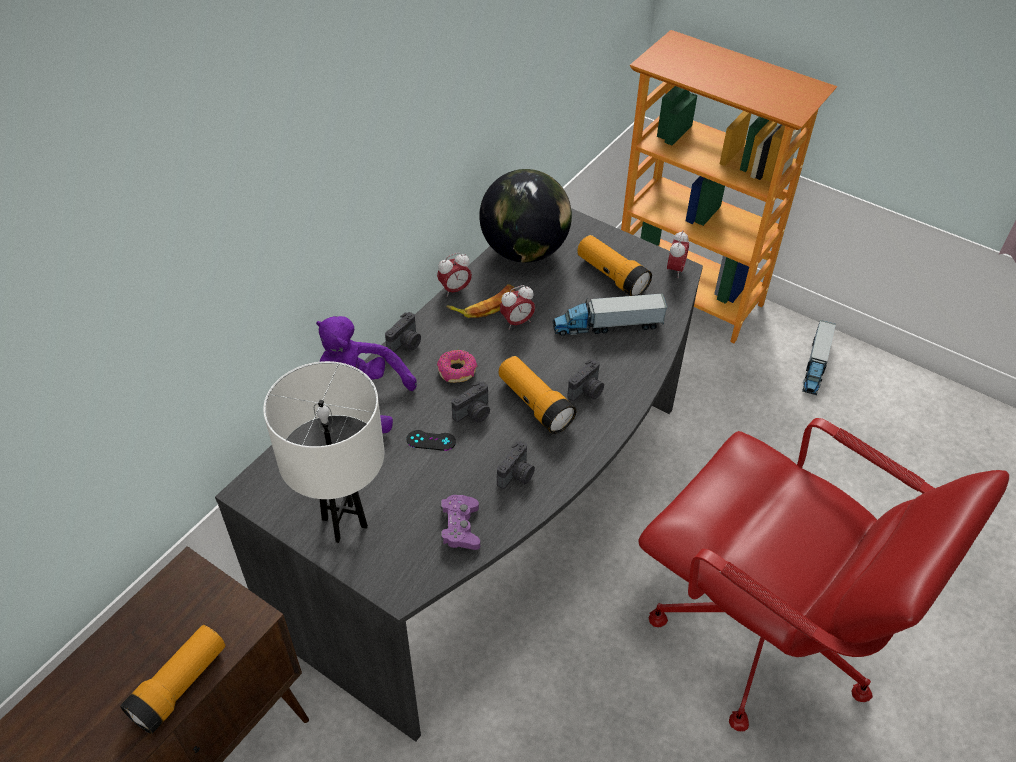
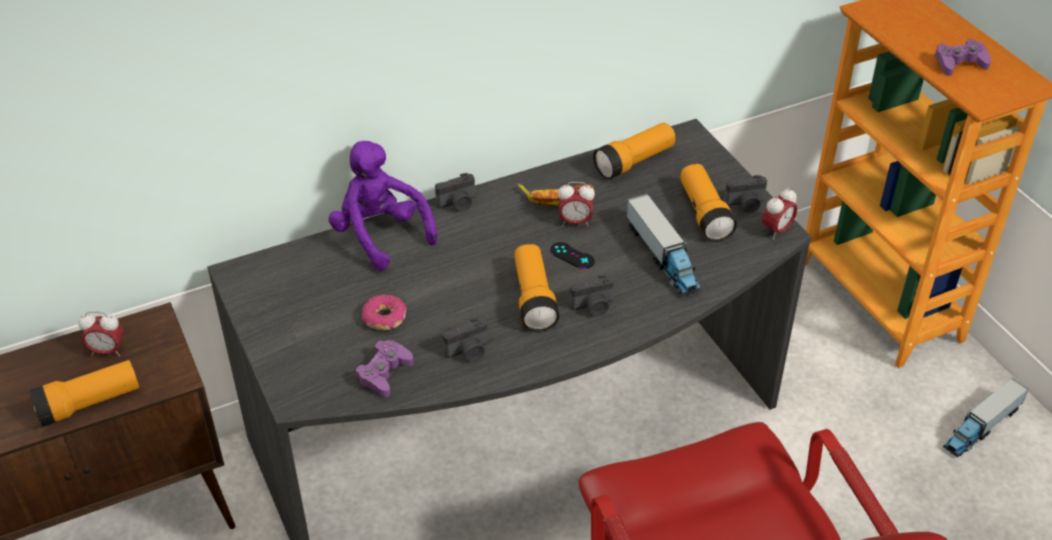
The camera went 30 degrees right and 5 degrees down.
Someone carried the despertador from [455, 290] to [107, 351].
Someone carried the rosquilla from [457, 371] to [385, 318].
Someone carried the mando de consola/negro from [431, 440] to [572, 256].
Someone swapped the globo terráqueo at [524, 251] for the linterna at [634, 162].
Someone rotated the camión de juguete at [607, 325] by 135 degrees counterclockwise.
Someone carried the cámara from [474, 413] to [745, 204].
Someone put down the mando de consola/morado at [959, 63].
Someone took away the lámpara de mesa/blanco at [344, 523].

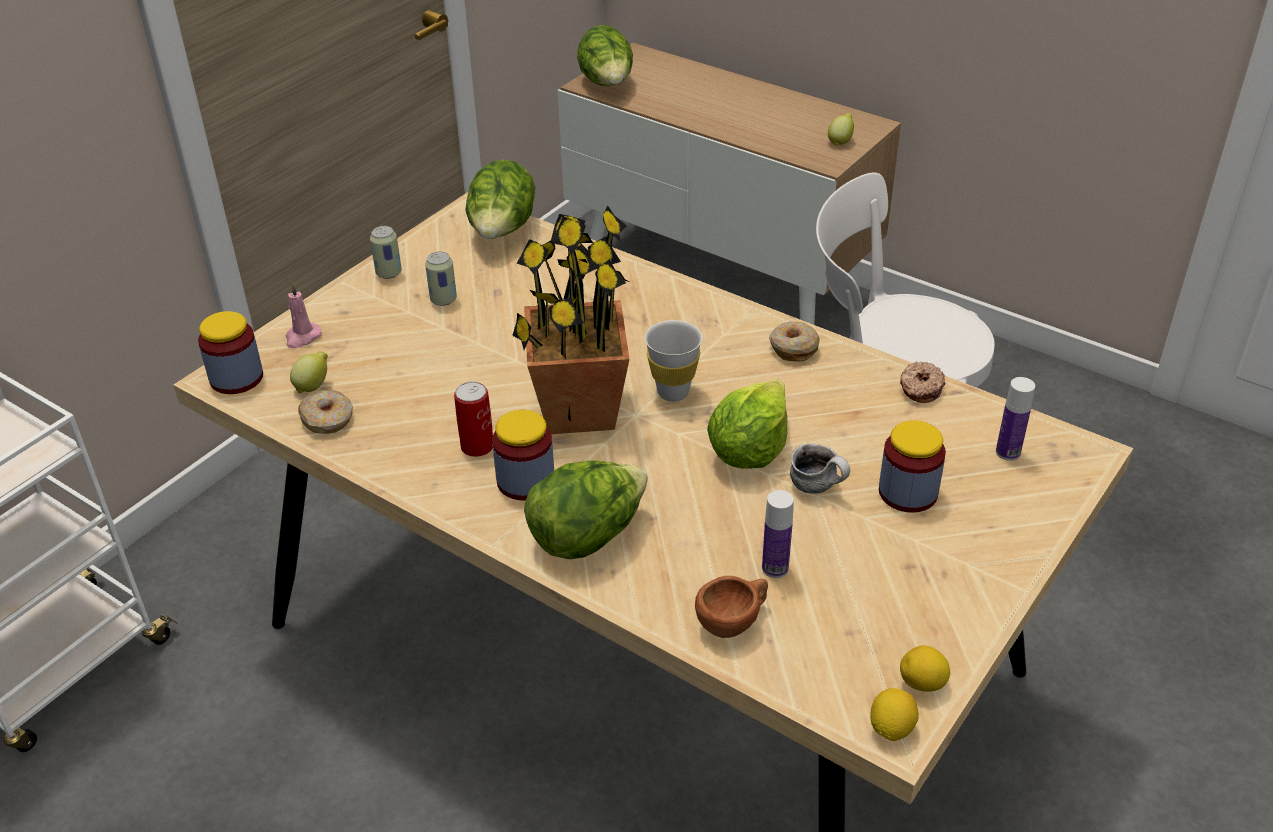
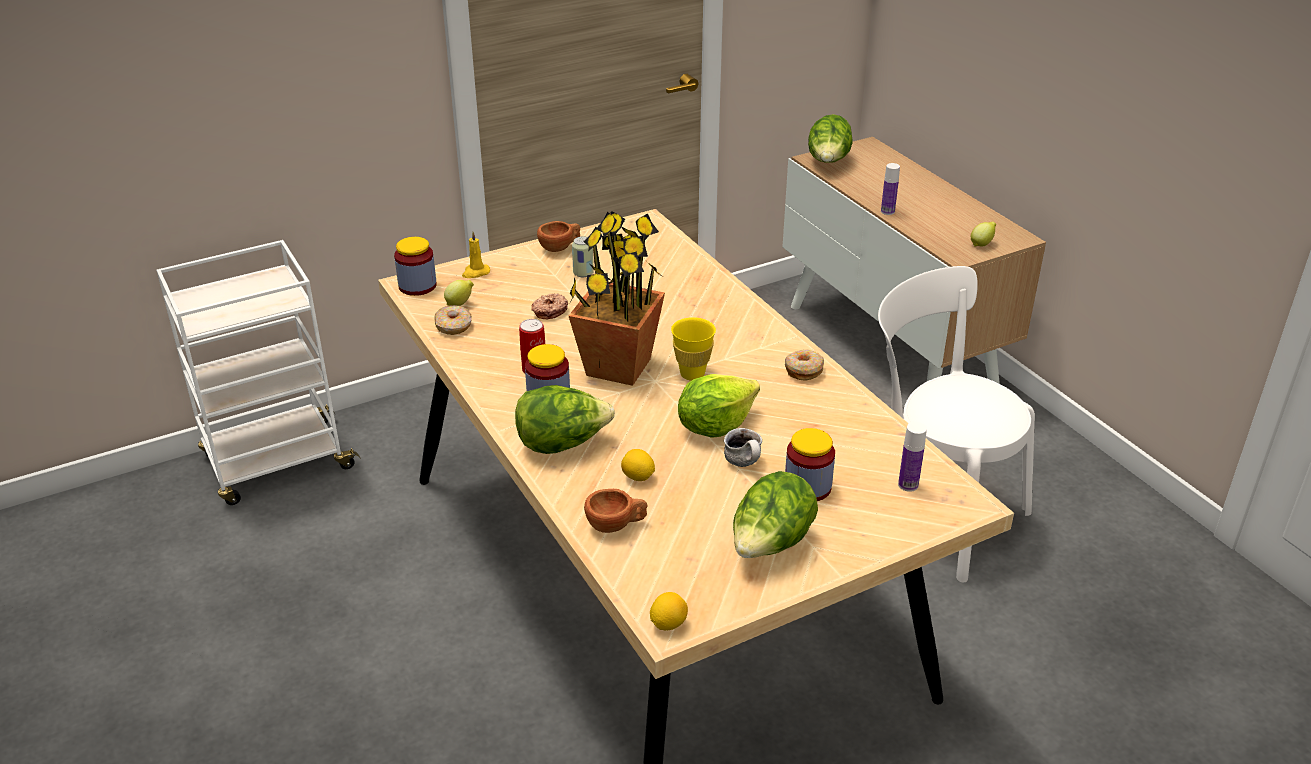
The camera went 25 degrees right and 5 degrees down.
Someone repainted the vela/rosa at [302, 337], which became the vela/amarillo at [475, 273].
Someone carried the rosquilla from [920, 388] to [549, 311].
Someone swapped the lata at [389, 273] for the taza/marrón at [560, 247].
Someone carried the limón from [922, 684] to [637, 477].
Someone repainted the taza/blanco at [673, 392], which became the taza/amarillo at [692, 374].
Someone carried the lechuga from [502, 232] to [771, 545].
Someone carried the botella from [775, 568] to [887, 211].

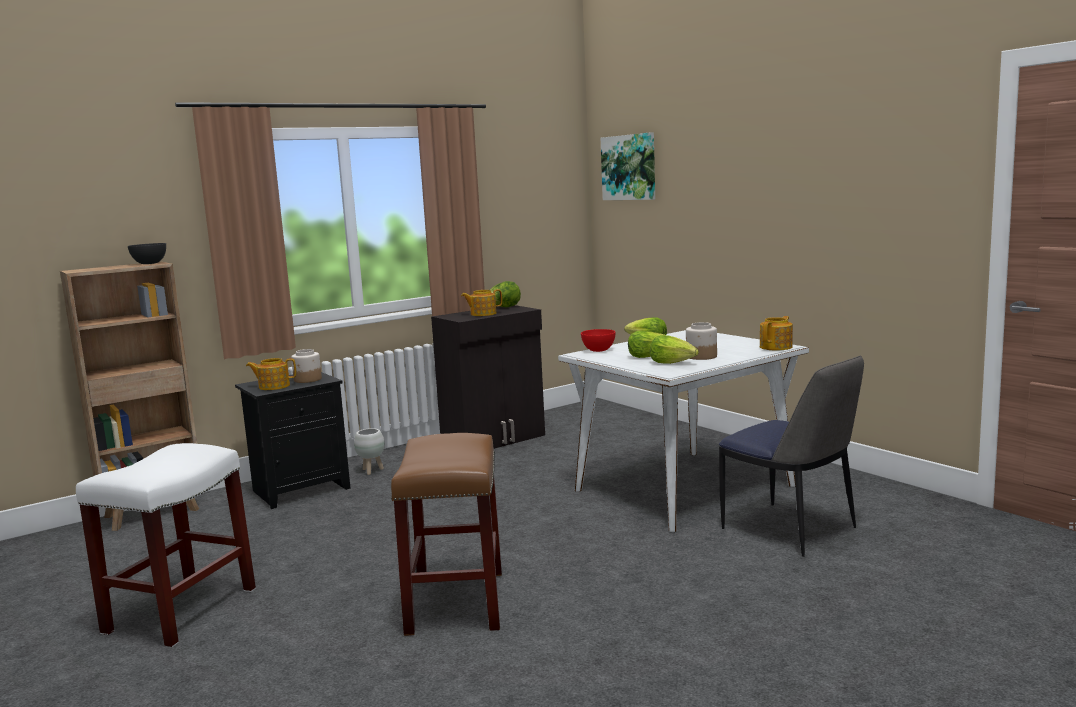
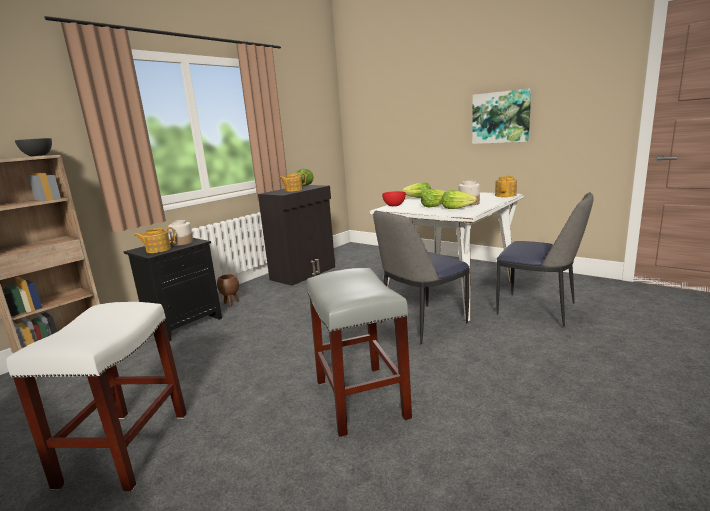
The camera went 15 degrees left and 5 degrees up.
Someone repainted the maceta/blanco at [372, 471], which became the maceta/marrón at [231, 304].
Someone repainted the taburete/marrón at [455, 601], which became the taburete/gris at [359, 398].
Someone put down the silla at [421, 324].
Someone carried the cuadro from [629, 167] to [501, 117].

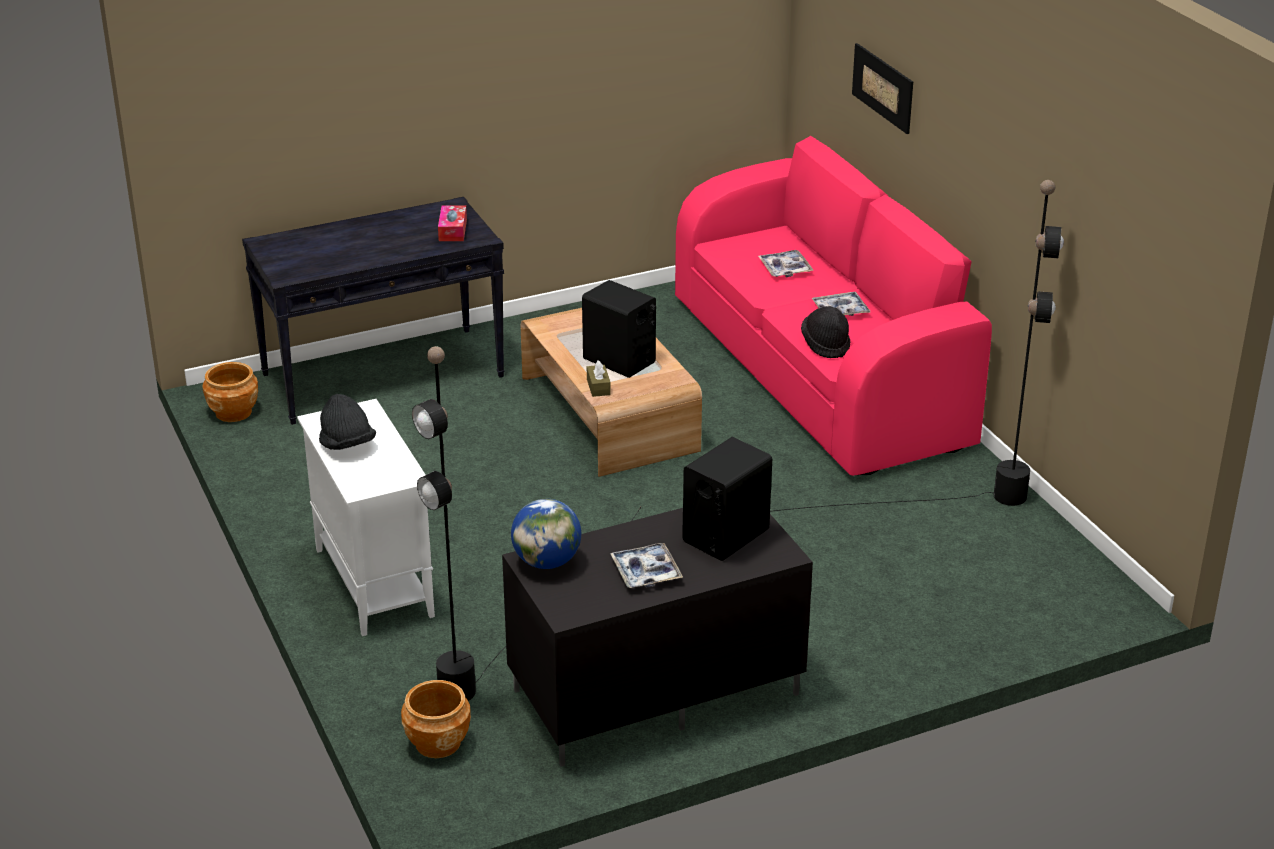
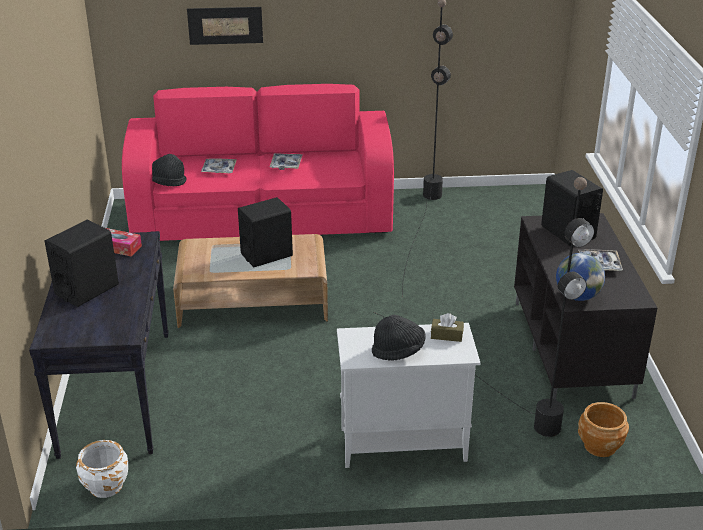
The camera went 70 degrees left and 0 degrees up.
Someone put down the altavoz/negro at [87, 289].
Someone repainted the maceta/marrón at [233, 412], which became the maceta/blanco at [106, 485].
Someone carried the sombrero/negro from [826, 345] to [166, 182].
Someone carried the caja de pañuelos/marrón from [598, 387] to [446, 335].

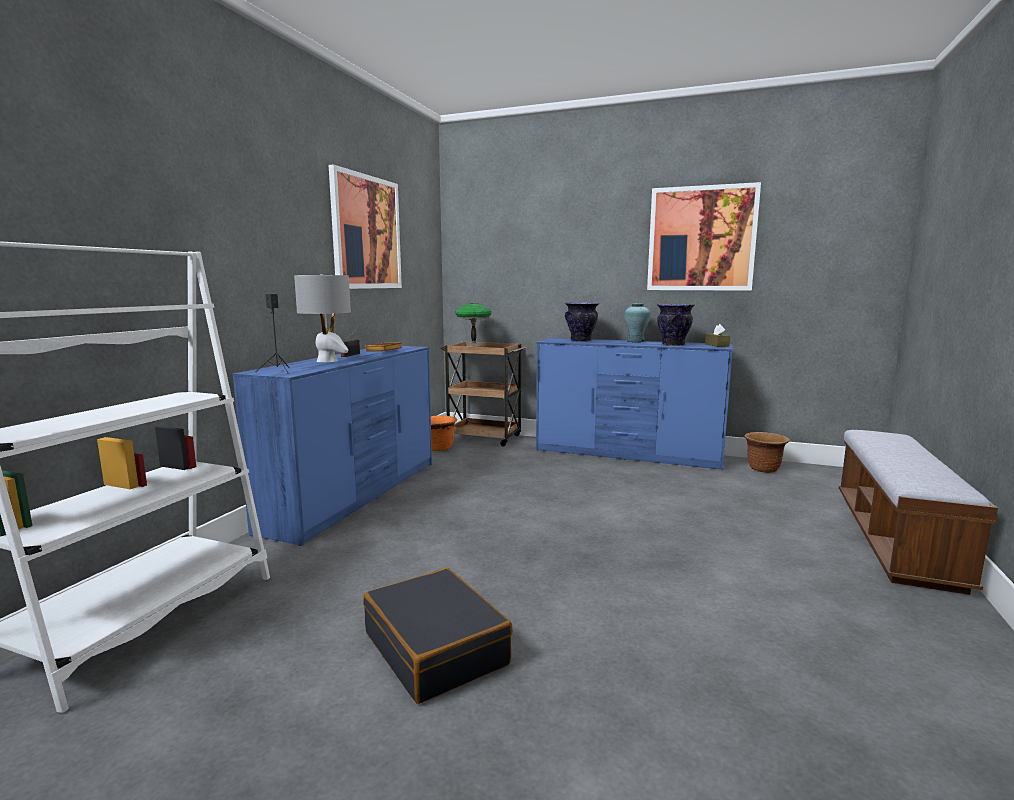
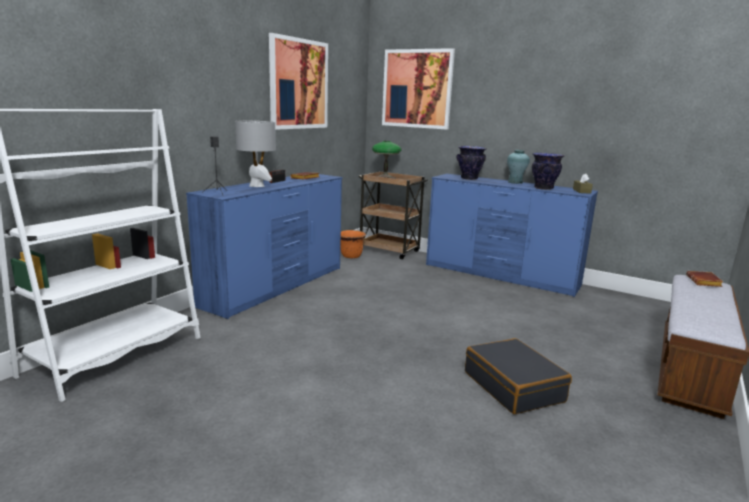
The camera went 10 degrees right and 5 degrees up.
Someone carried the cuadro from [701, 239] to [417, 89].
Someone carried the maleta/negro from [436, 648] to [514, 386].
Someone put down the libro/marrón at [704, 282].
Someone took away the maceta/marrón at [763, 469].

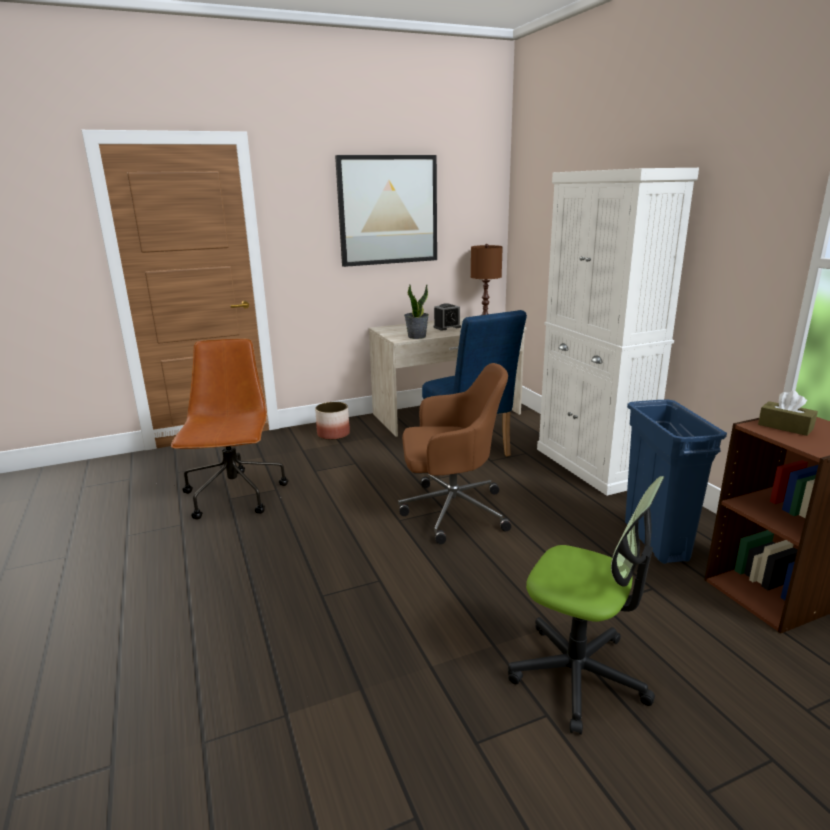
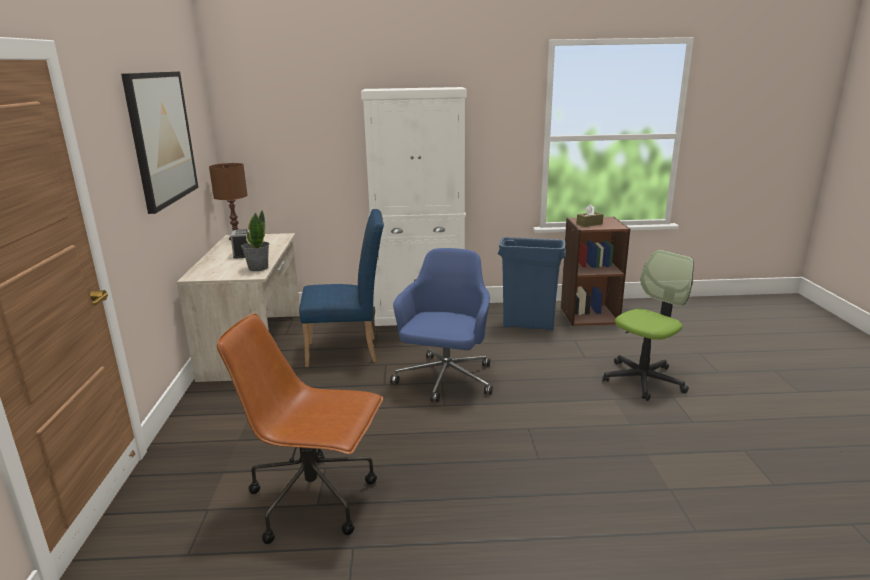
The camera went 70 degrees left and 0 degrees up.
Someone repainted the silla de oficina/marrón at [451, 511], which became the silla de oficina/azul at [445, 380].
Someone took away the maceta at [334, 434].

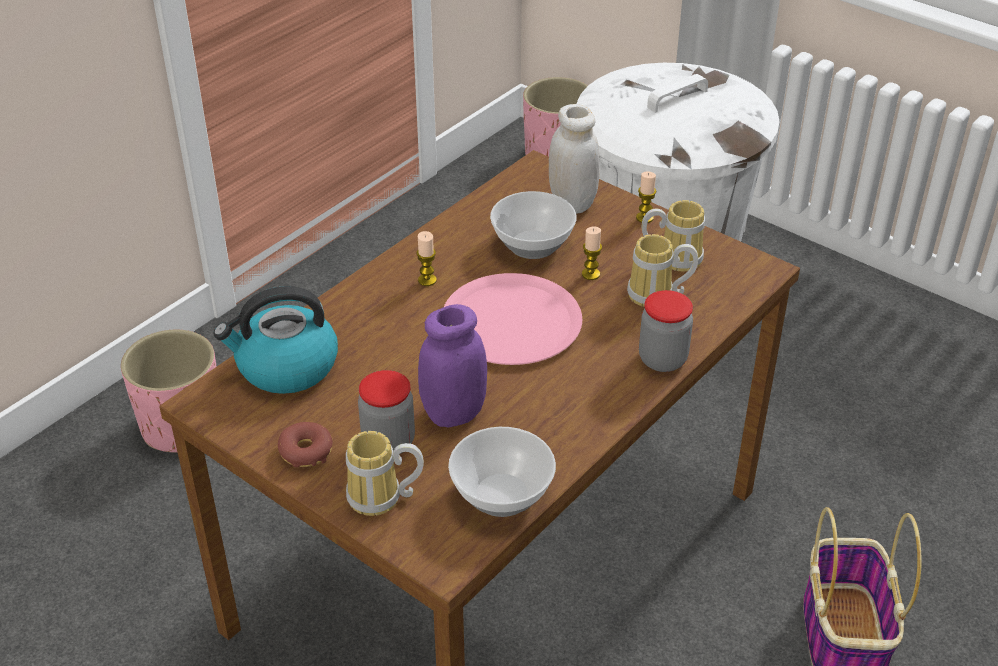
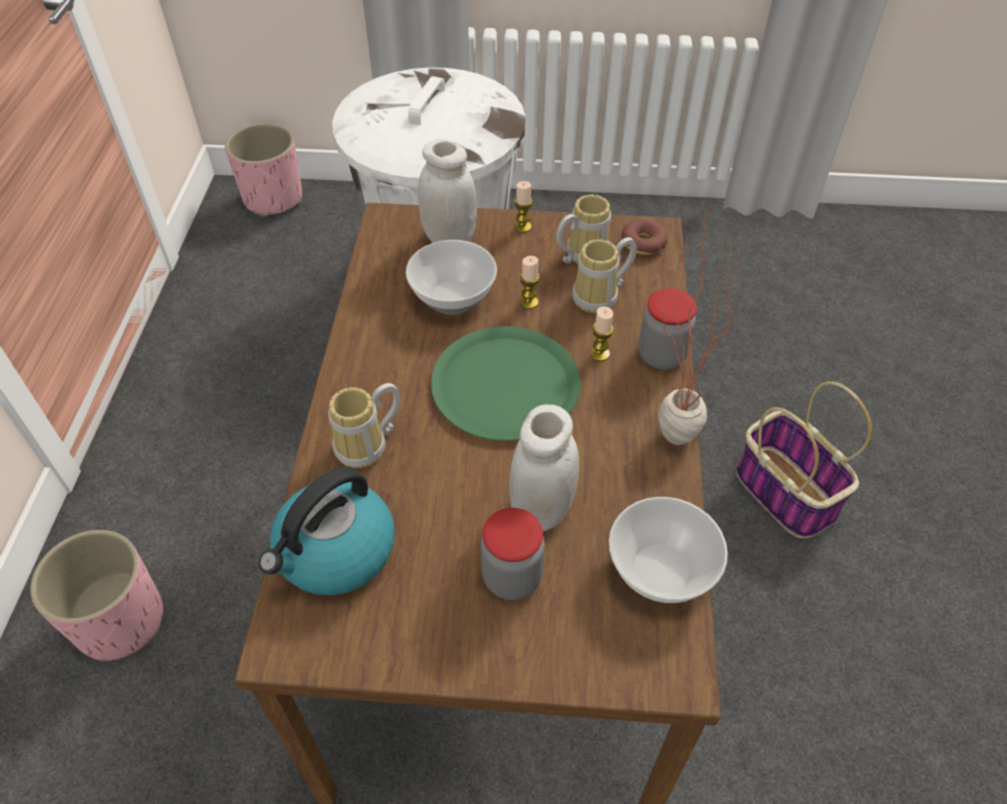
The camera went 35 degrees left and 10 degrees up.
Someone carried the taza grande from [381, 500] to [368, 447].
Someone repainted the plato/rosa at [511, 321], which became the plato/verde at [505, 385].
Someone repainted the tarro/morado at [454, 413], which became the tarro/blanco at [542, 509].
Someone carried the vela from [427, 280] to [599, 354].
Someone carried the rosquilla from [306, 451] to [643, 243].
Someone put down the planta en maceta at [664, 429].

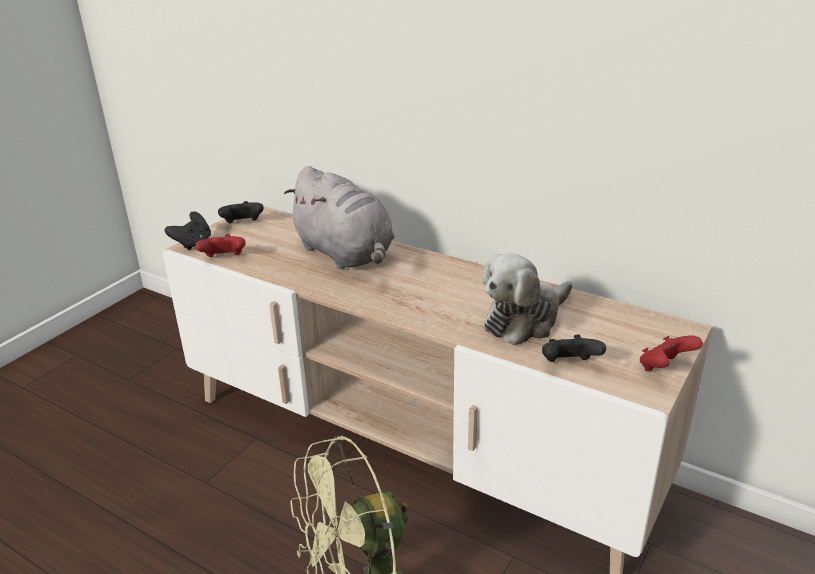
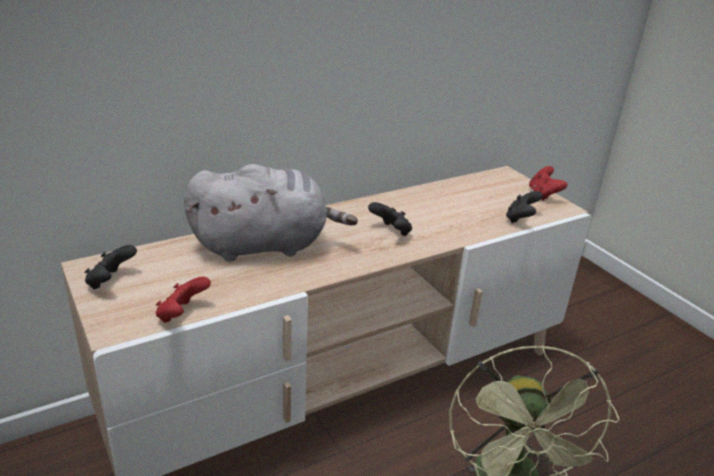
The camera went 65 degrees left and 0 degrees up.
Someone carried the mando de consola/negro from [193, 243] to [391, 232].
Someone took away the peluche at [524, 320].

